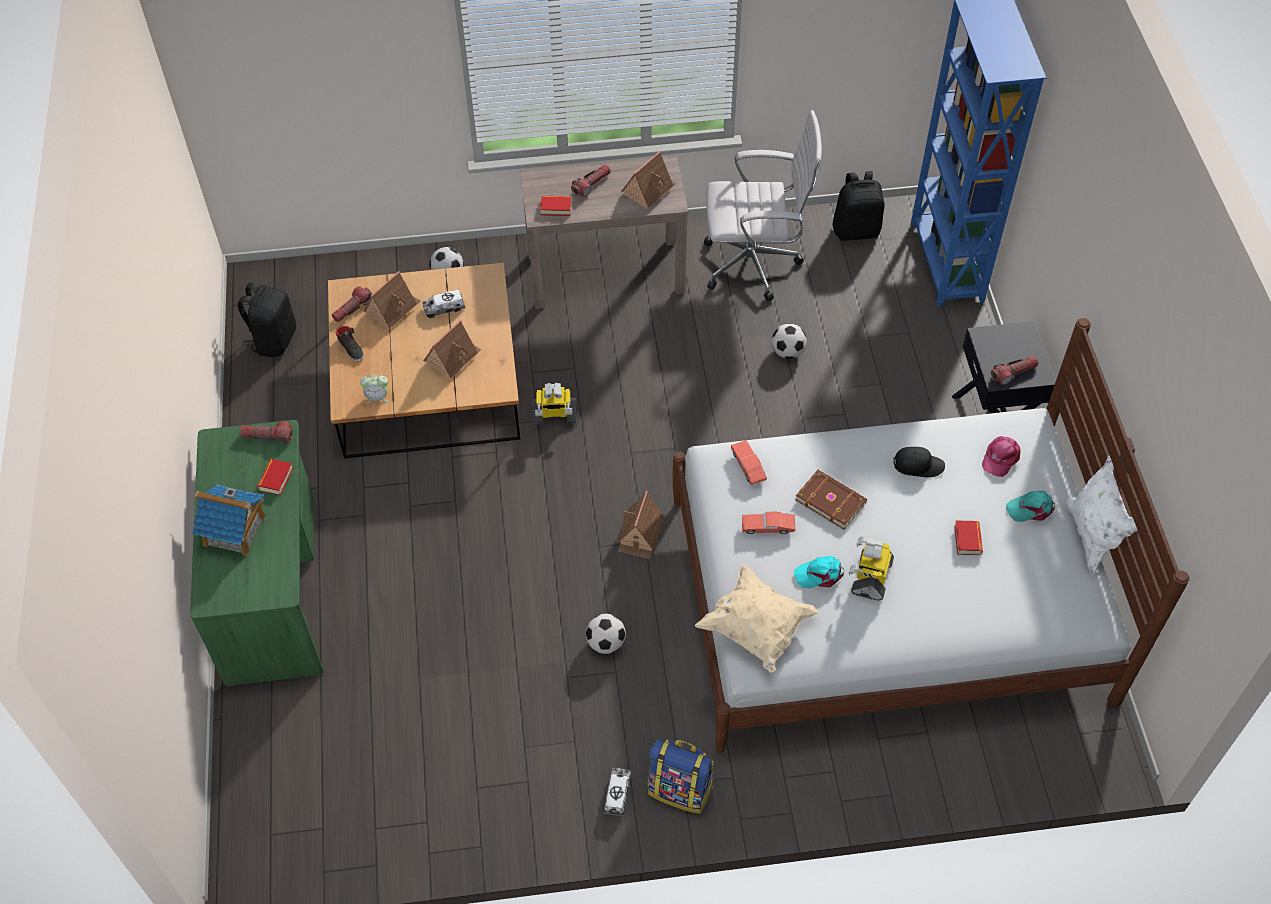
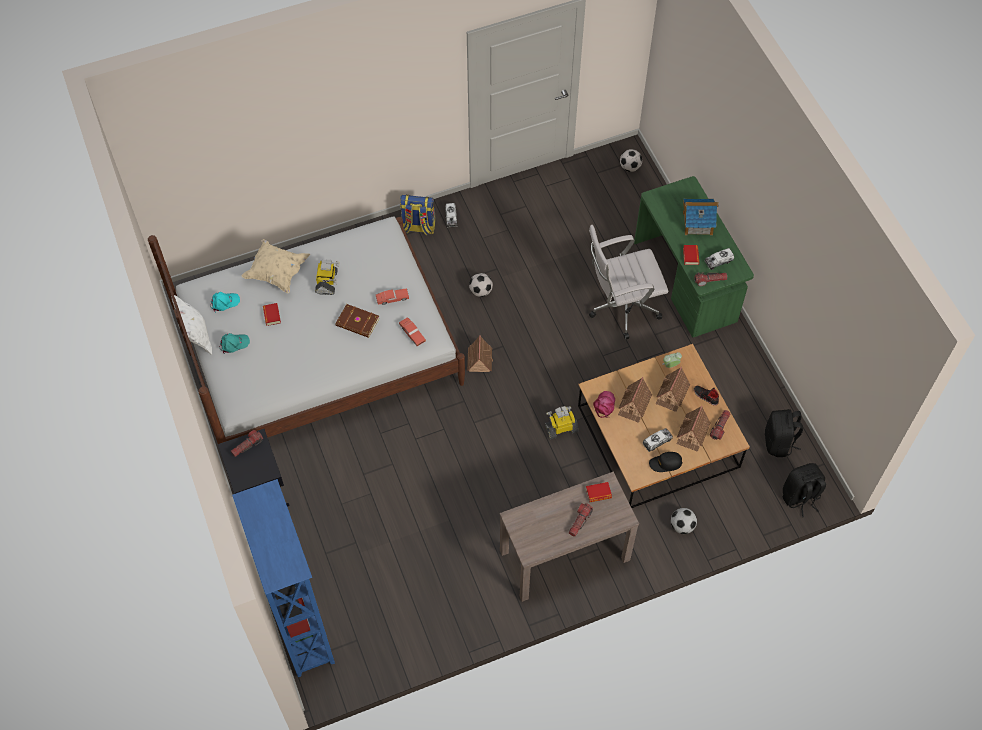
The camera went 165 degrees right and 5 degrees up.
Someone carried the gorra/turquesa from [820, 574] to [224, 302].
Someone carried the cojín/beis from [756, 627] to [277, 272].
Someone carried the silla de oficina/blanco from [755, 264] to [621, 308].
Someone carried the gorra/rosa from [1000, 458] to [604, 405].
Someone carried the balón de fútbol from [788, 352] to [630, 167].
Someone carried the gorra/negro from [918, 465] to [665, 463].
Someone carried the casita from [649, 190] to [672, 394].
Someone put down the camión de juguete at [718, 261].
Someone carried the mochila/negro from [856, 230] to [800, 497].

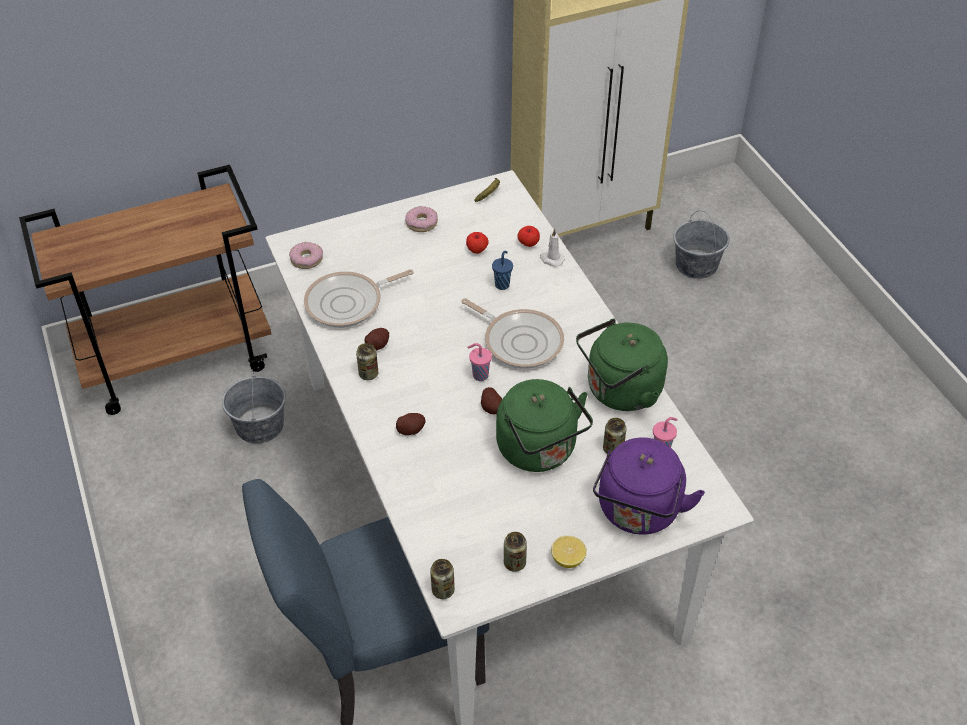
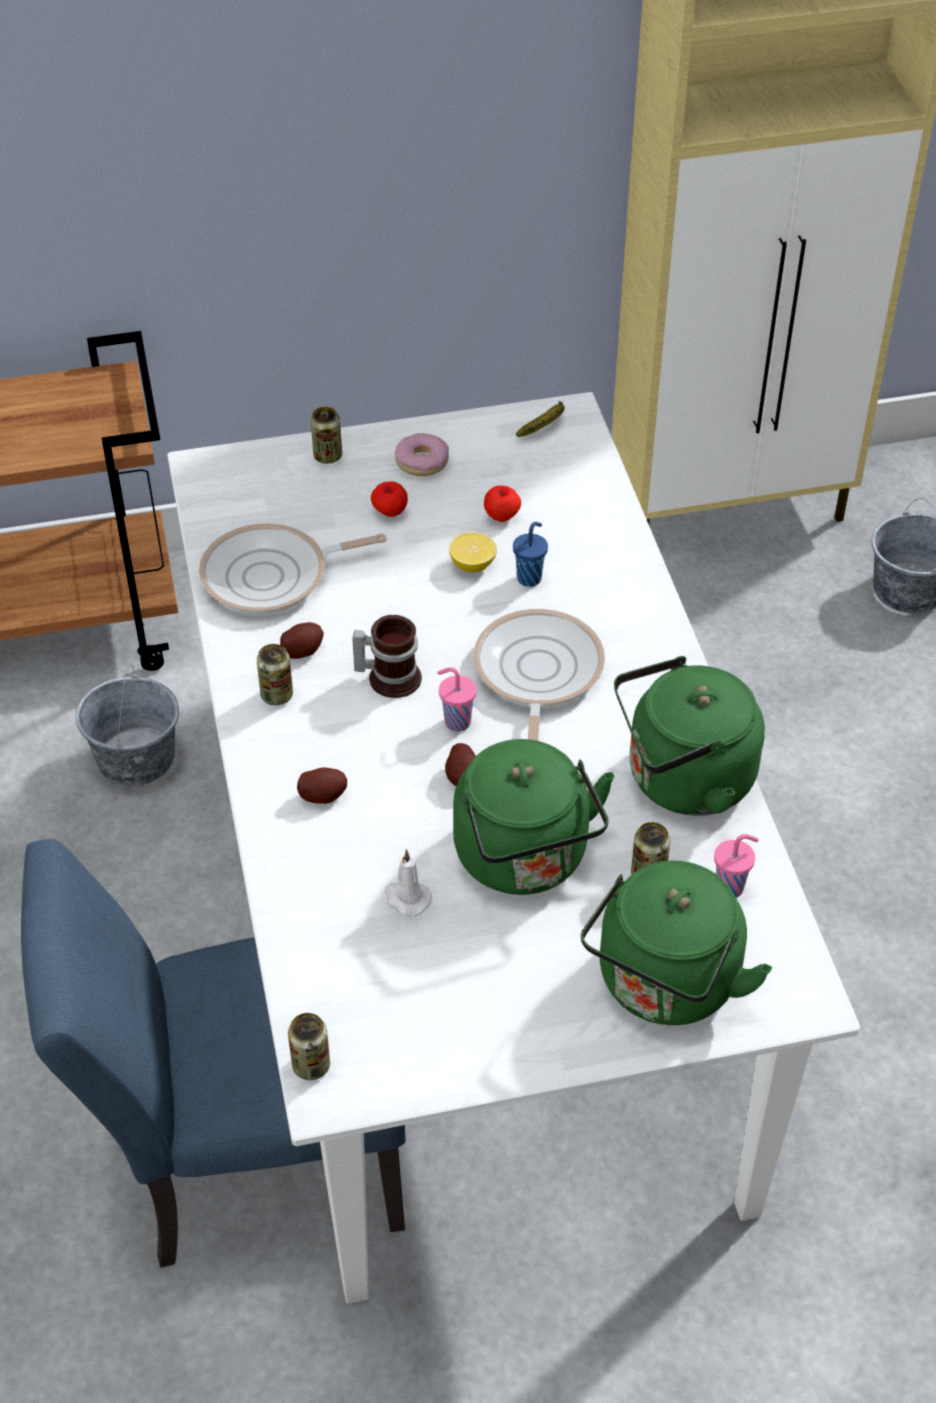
The camera went 10 degrees right and 0 degrees up.
Someone carried the lata from [514, 563] to [327, 456].
Someone put down the taza grande at [390, 676].
Someone carried the manzana from [528, 244] to [390, 512].
Someone carried the vela/blanco from [551, 259] to [406, 898].
Someone carried the limón from [568, 559] to [472, 564].
Someone rotated the sartén at [520, 341] by 135 degrees counterclockwise.
Someone repainted the hervidor/morado at [638, 512], which became the hervidor/verde at [665, 986].
Someone took away the rosquilla at [306, 259].

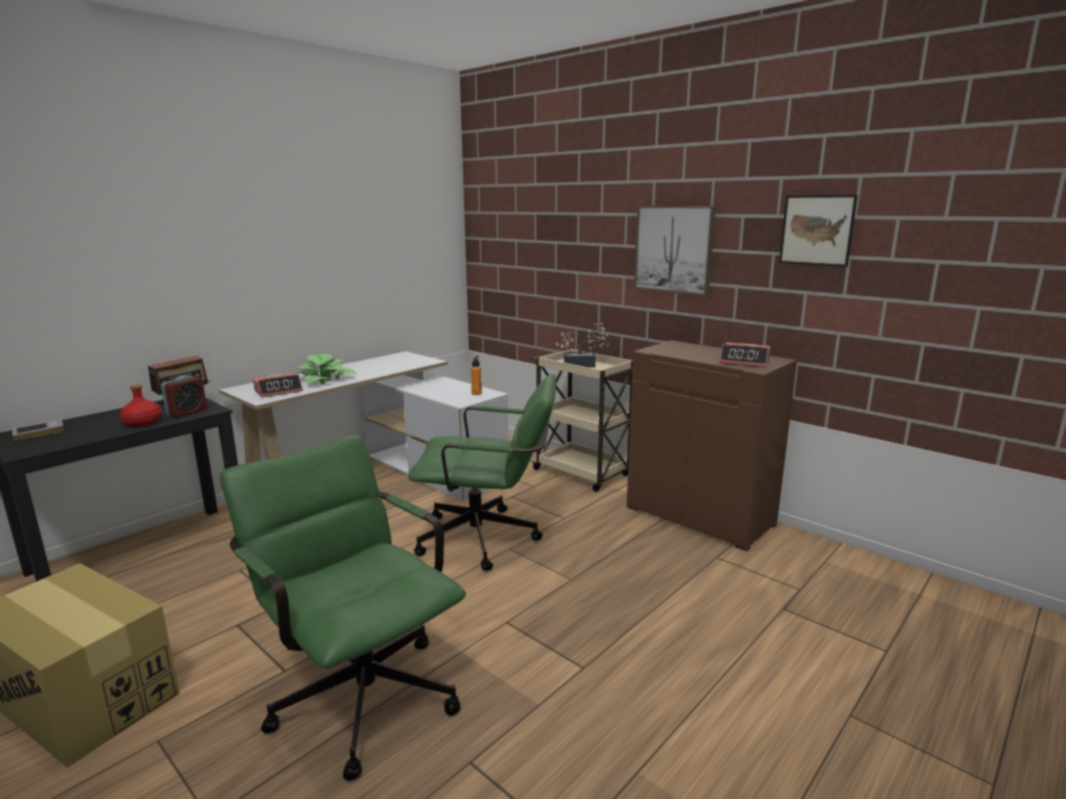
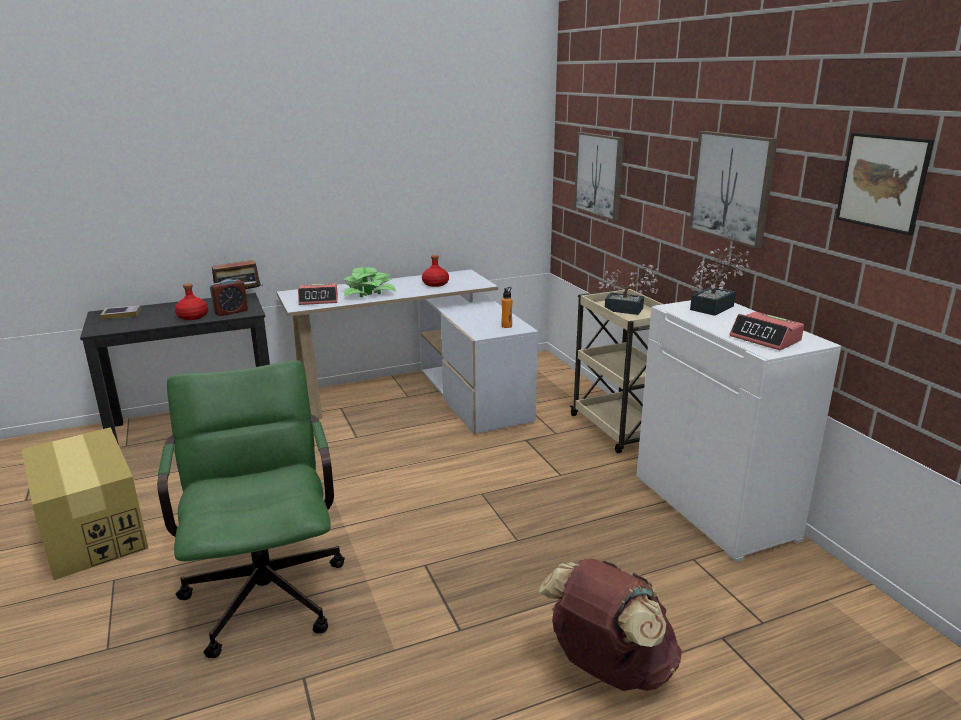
The camera went 25 degrees right and 5 degrees up.
Someone put down the botella/rojo at [435, 284].
Someone put down the mochila/marrón at [608, 669].
Someone put up the cuadro at [599, 175].
Someone repainted the armario/marrón at [701, 516], which became the armario/blanco at [715, 508].
Someone put down the planta en maceta at [715, 306].
Someone took away the silla de oficina/verde at [489, 539].

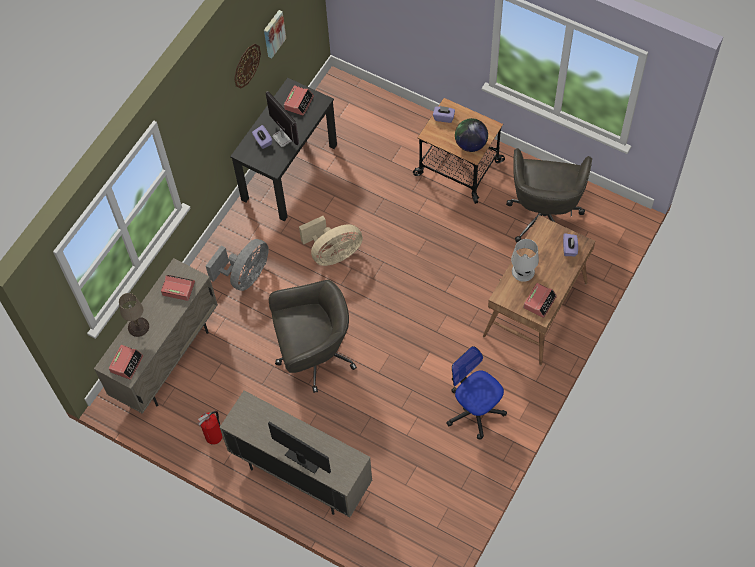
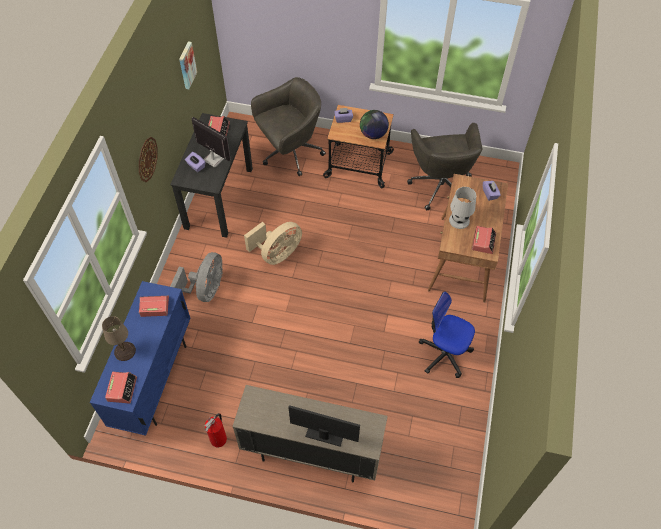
The camera went 20 degrees left and 5 degrees down.
Someone repainted the armario/beis at [167, 360], which became the armario/azul at [155, 380].
Someone carried the reloj de pared from [246, 65] to [147, 159].
Someone carried the silla de oficina/gris from [314, 354] to [290, 153].

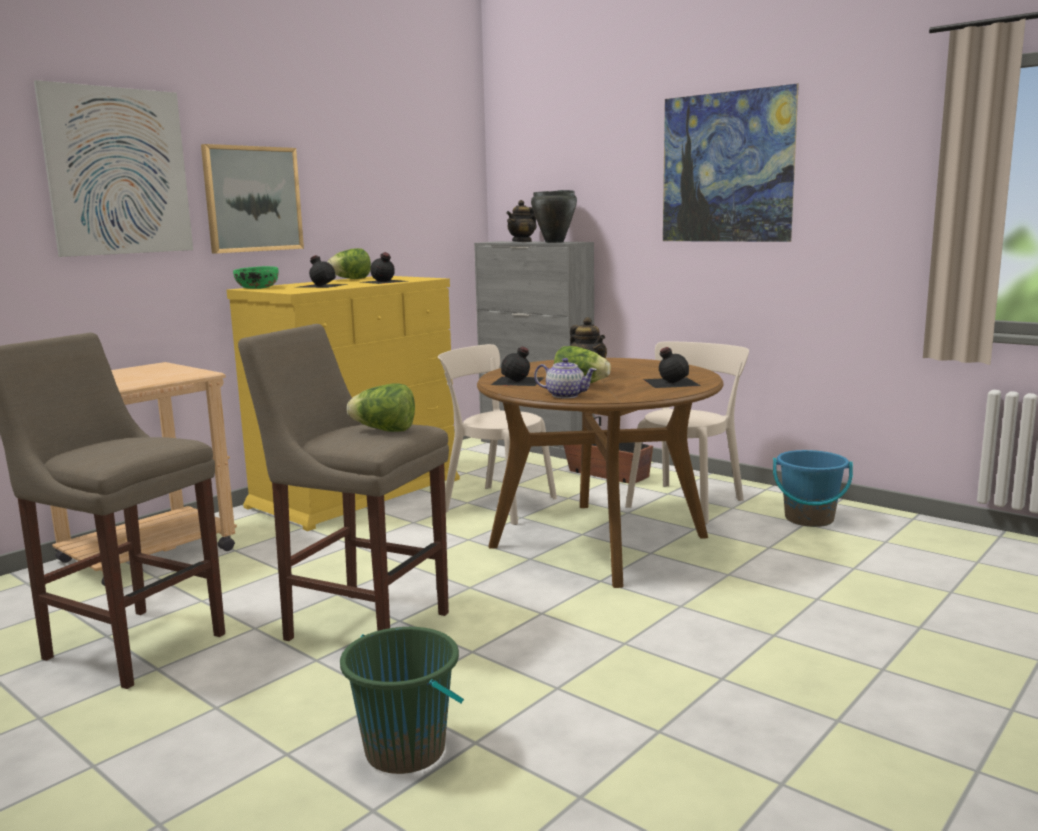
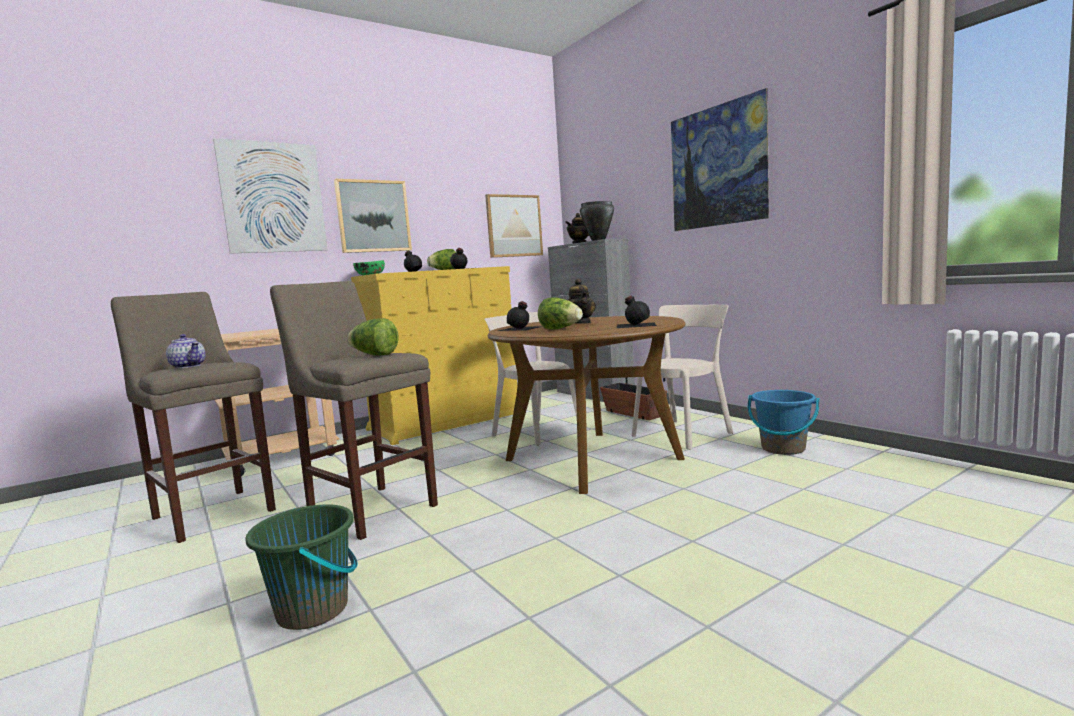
The camera went 15 degrees right and 5 degrees down.
Someone carried the tetera from [566, 395] to [188, 366].
Someone put up the cuadro at [514, 226].

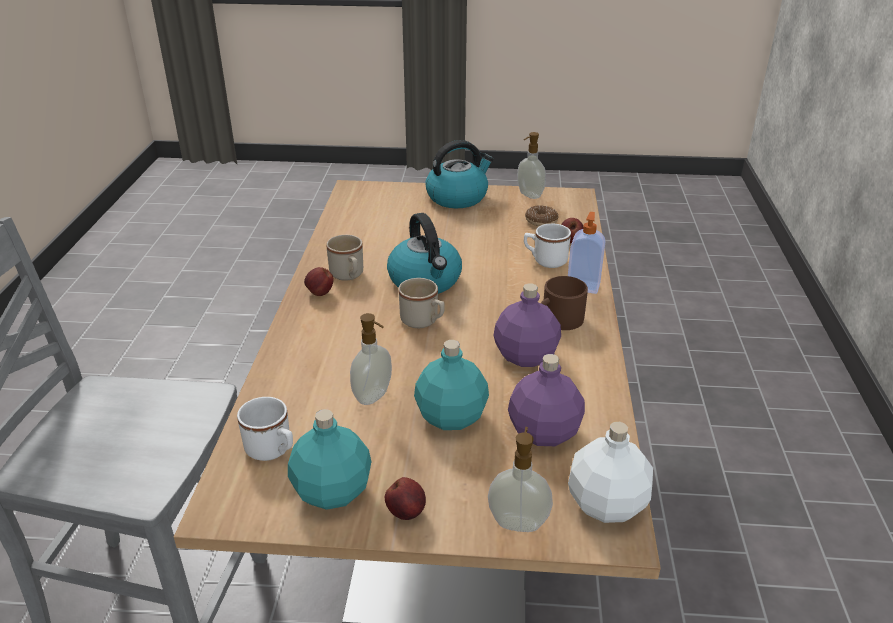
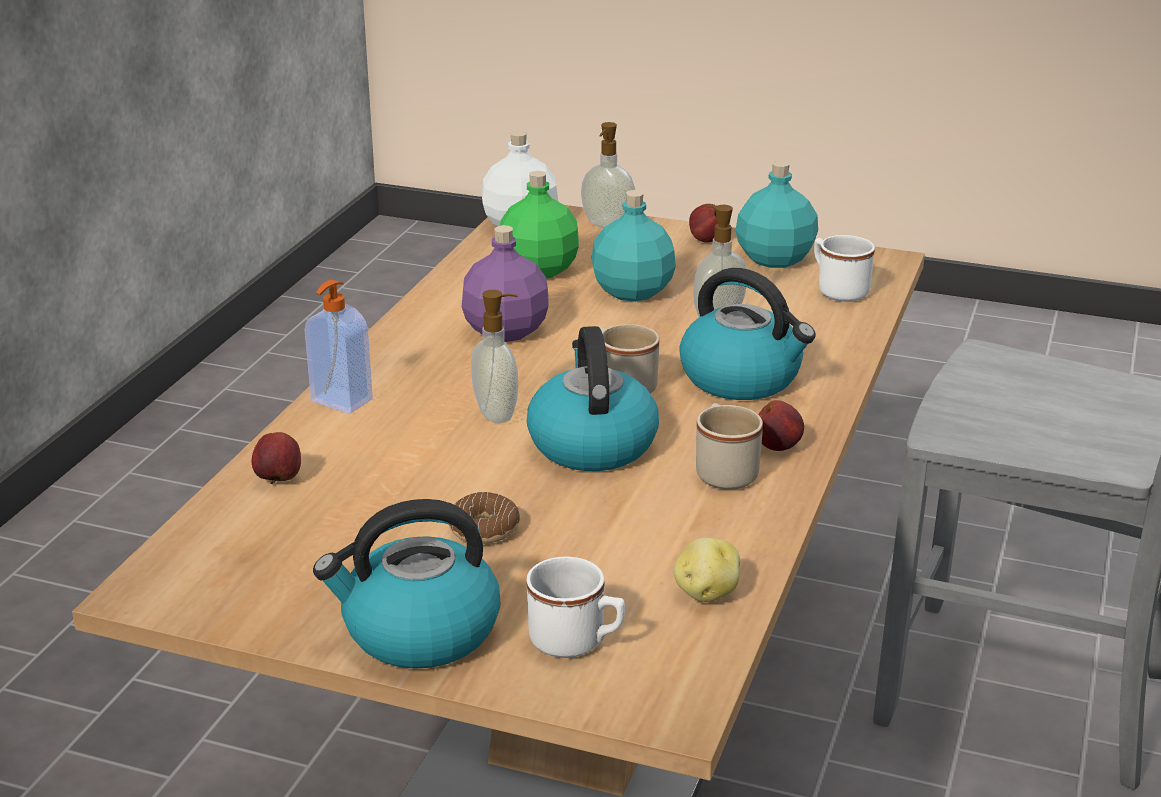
The camera went 165 degrees left and 5 degrees down.
Someone carried the rosquilla from [541, 221] to [484, 528].
Someone carried the dispensador de jabón from [529, 195] to [497, 413].
Someone repainted the botella/morado at [543, 432], which became the botella/verde at [540, 269].
Someone carried the taza grande/blanco from [545, 260] to [577, 642].
Someone put down the patata at [706, 593].
Someone put down the hervidor at [742, 378].
Someone took away the taza grande/marrón at [558, 320].

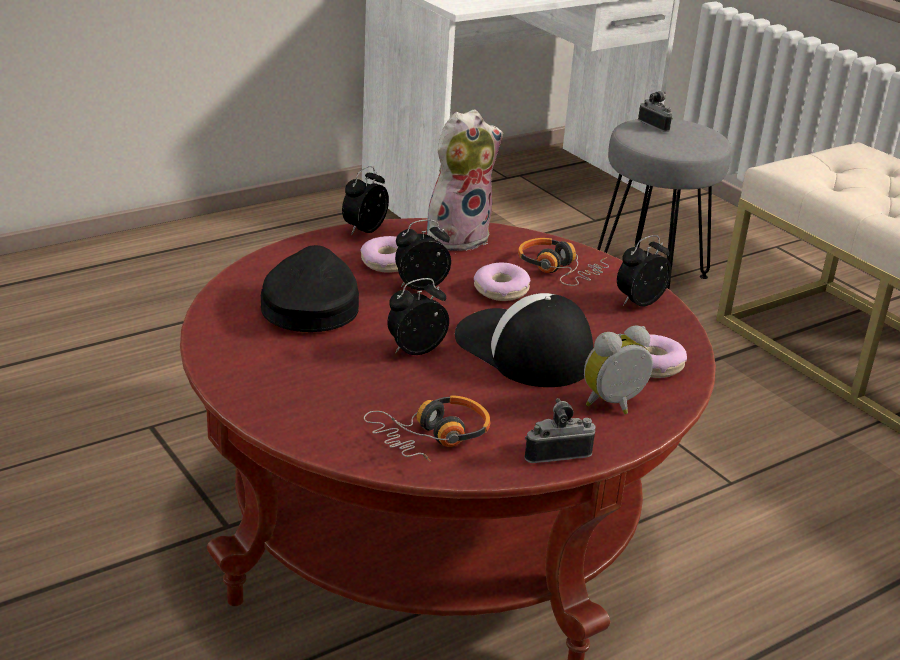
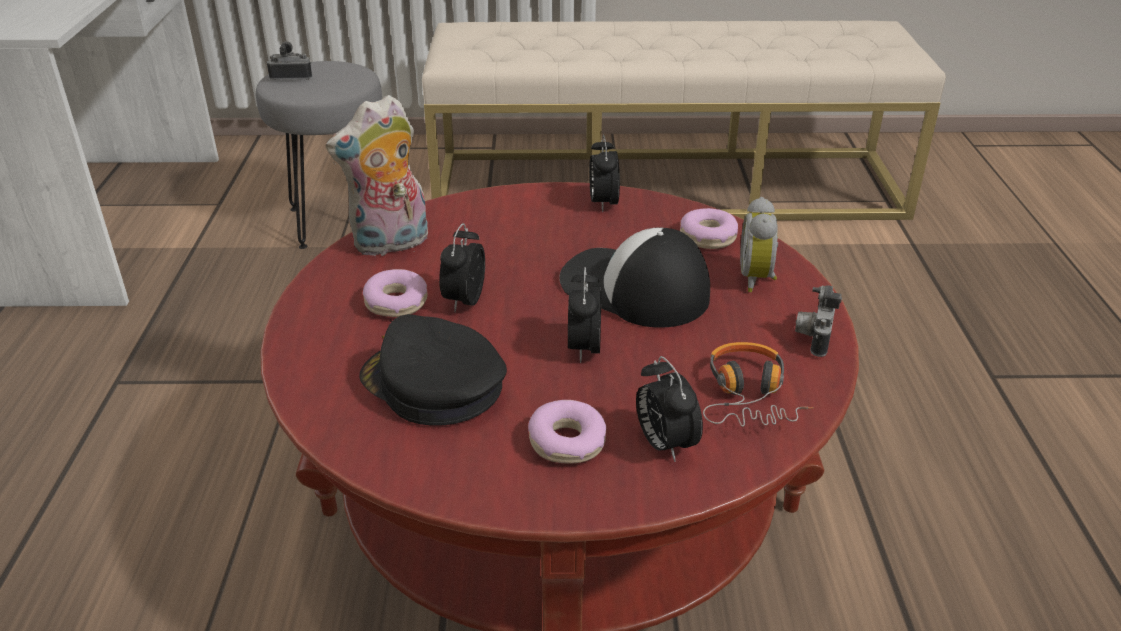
The camera went 55 degrees left and 5 degrees up.
Someone rotated the peluche at [457, 237] by 120 degrees counterclockwise.
Someone carried the rosquilla from [501, 290] to [567, 442].
Someone rotated the gorra at [522, 350] by 45 degrees clockwise.
Someone carried the despertador from [364, 230] to [664, 444].
Someone took away the auriculares at [559, 270].

